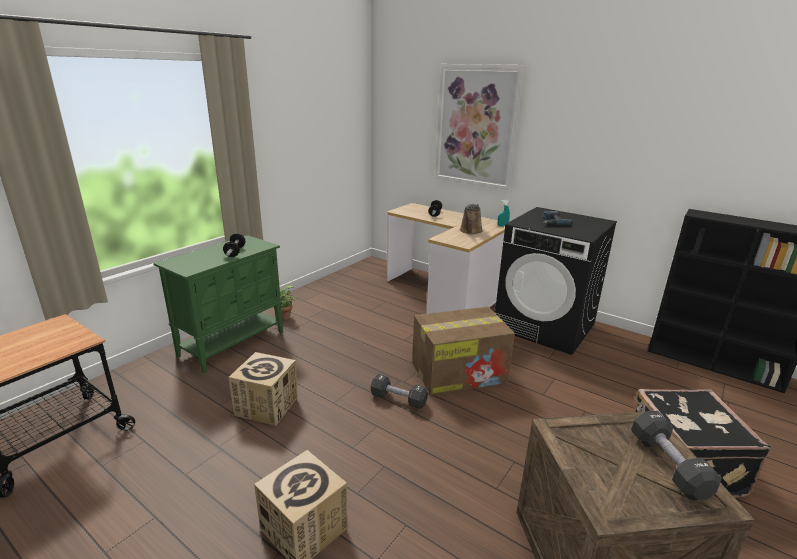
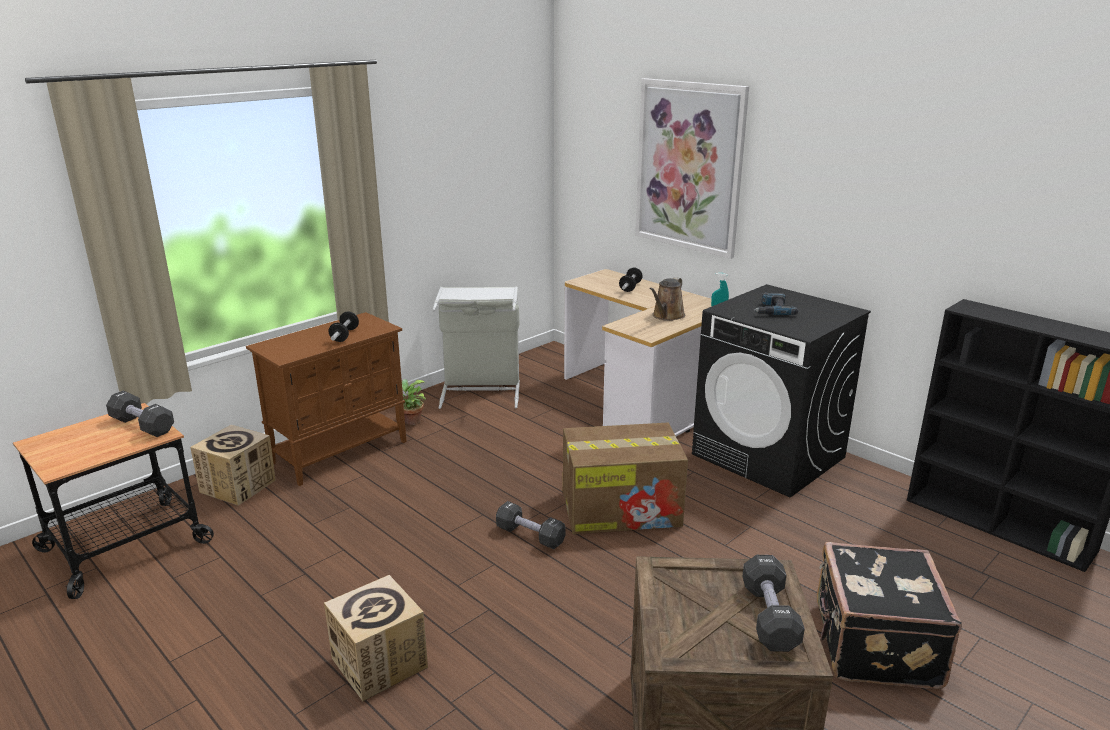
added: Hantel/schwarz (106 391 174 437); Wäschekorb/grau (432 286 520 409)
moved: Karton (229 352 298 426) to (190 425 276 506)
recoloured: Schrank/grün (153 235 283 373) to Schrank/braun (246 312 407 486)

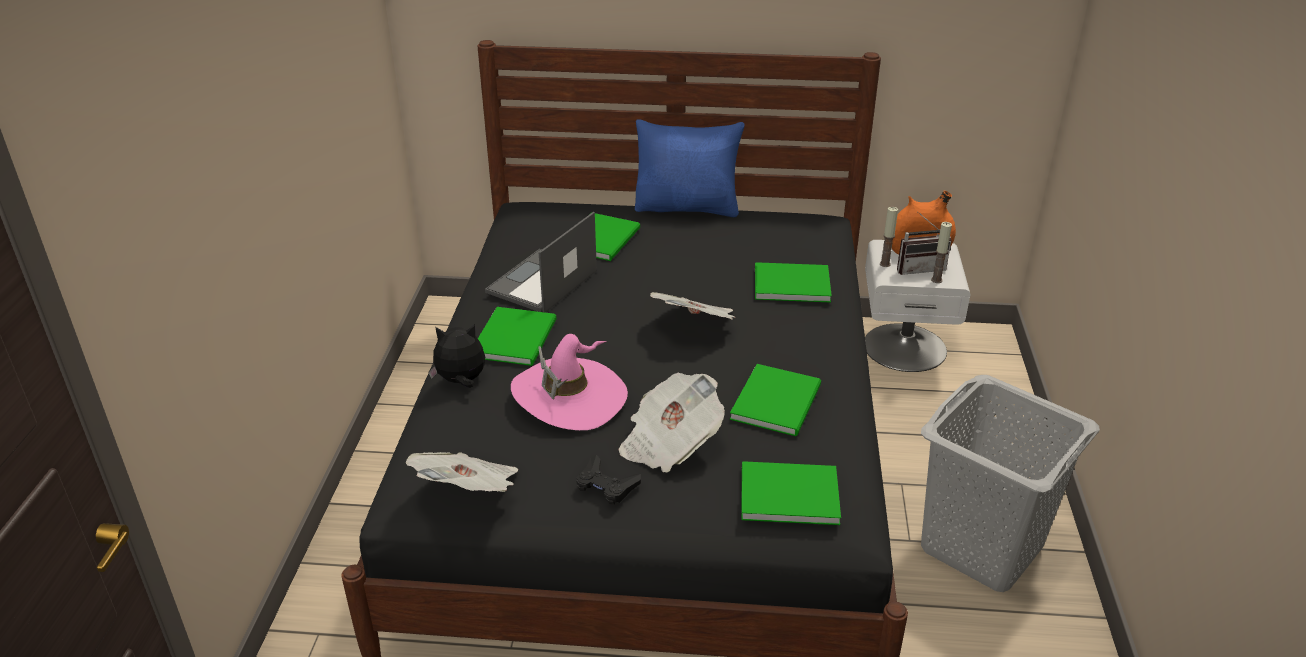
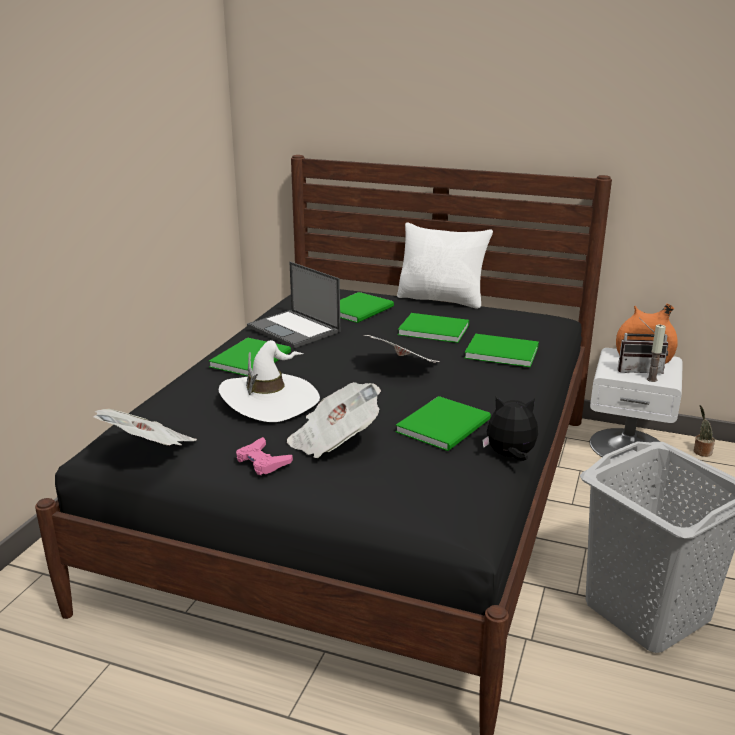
removed: Kerze (880 207 898 267)
added: Topfpflanze (694 405 715 457)
moved: Plüschtier (429 324 485 388) to (482 396 538 461); Buch/grün (741 461 841 525) to (398 313 469 343)
recoloured: Hut/rosa (511 334 628 430) to Hut/weiß (219 340 320 422); Gamepad/schwarz (576 455 641 505) to Gamepad/rosa (236 437 293 475); Kissen/blau (635 119 745 217) to Kissen/weiß (397 223 493 309)
turned: Laptop (485 212 597 312) = (247 262 340 348) 90 degrees counterclockwise

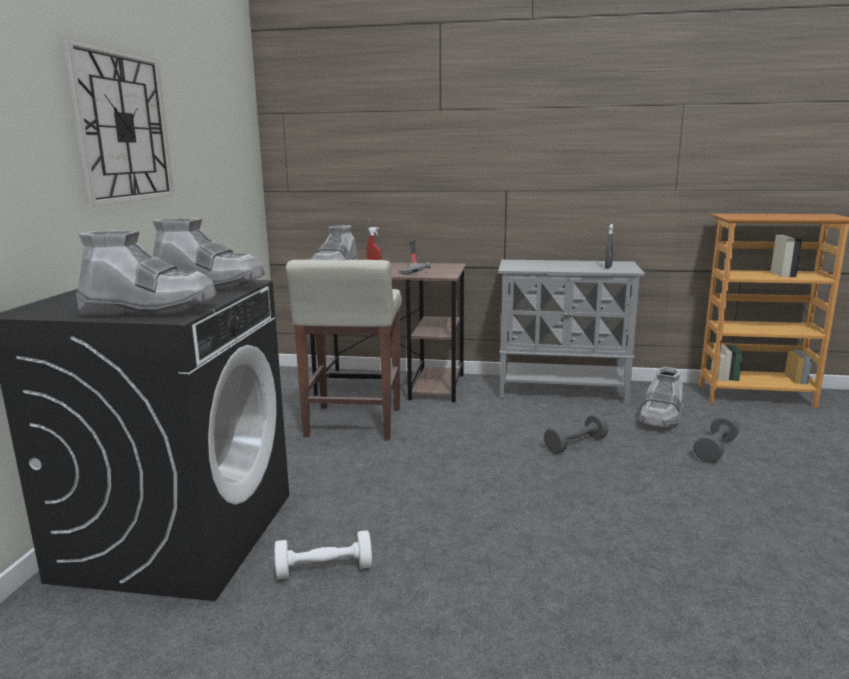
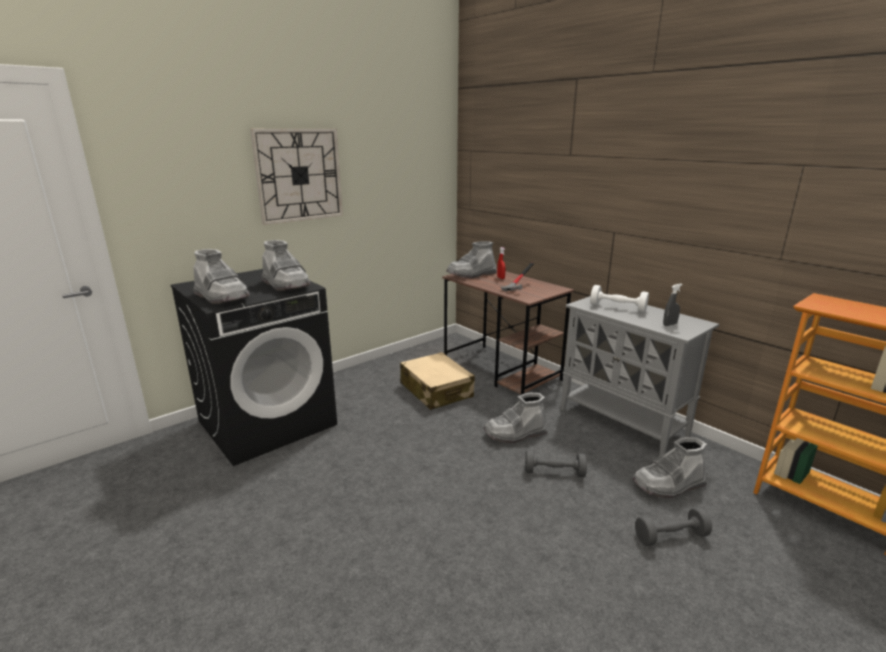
added: Stiefel/grau (484 392 548 443)
moved: Hantel/weiß (275 530 372 579) to (590 285 649 313)
replaced: Hocker/beige (286 260 402 440) to Koffer/beige (400 352 475 410)

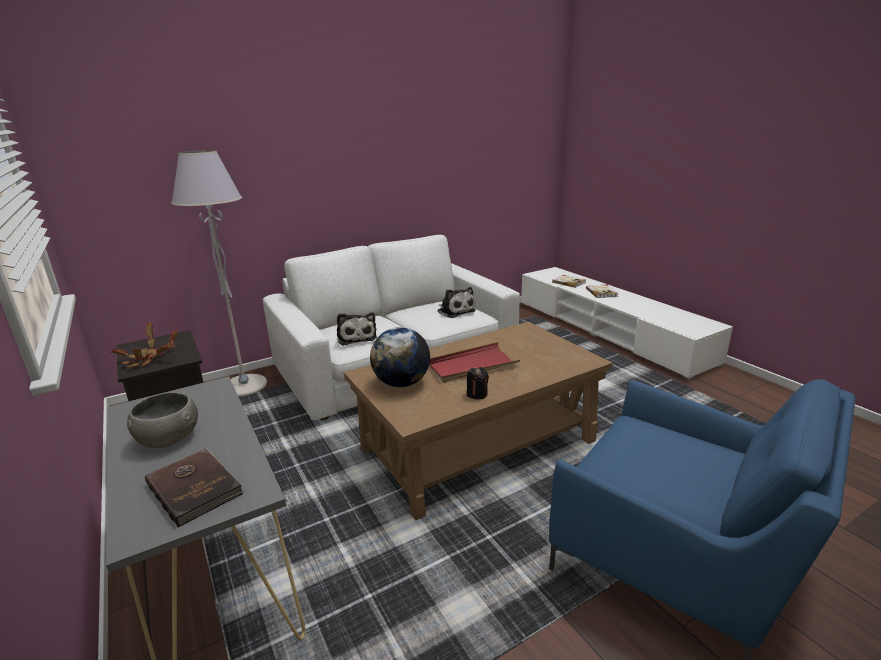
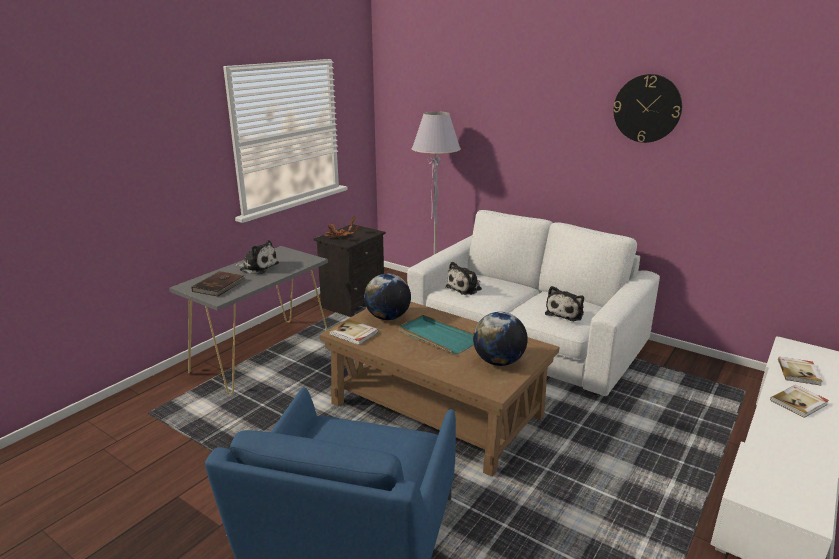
removed: Kerze/schwarz (467 367 489 400)
added: Buch (329 319 379 345); Globus (473 312 528 366); Wanduhr (613 74 682 143)
replaced: Schüssel/grau (127 392 198 448) to Plüschtier (235 240 279 274)
recoloured: Tablett/rot (429 342 520 383) to Tablett/türkis (399 315 474 354)

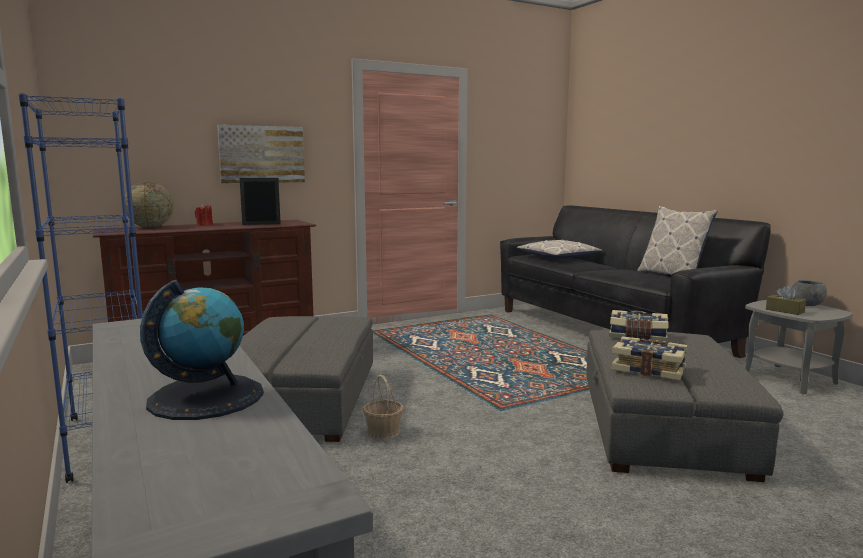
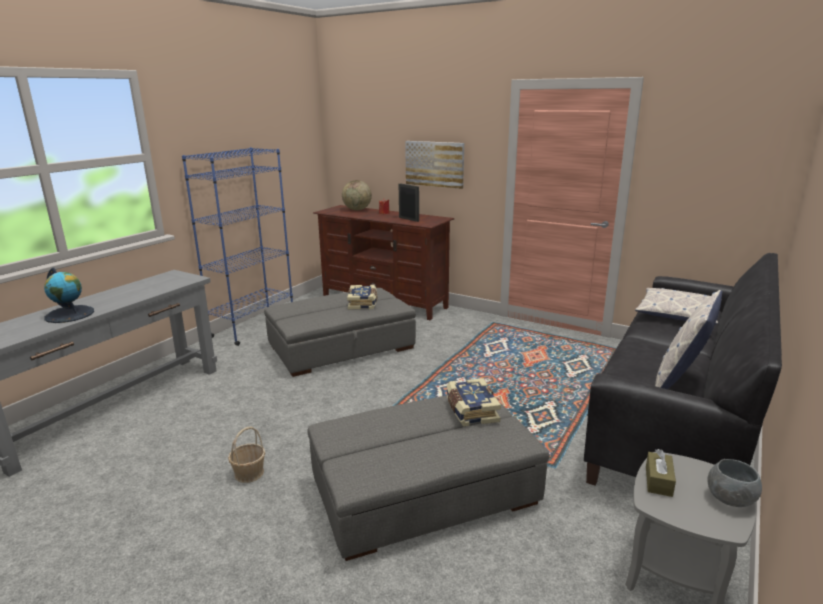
moved: Korb (363 375 404 439) to (228 427 265 483); Buch (611 336 688 380) to (347 285 377 310)

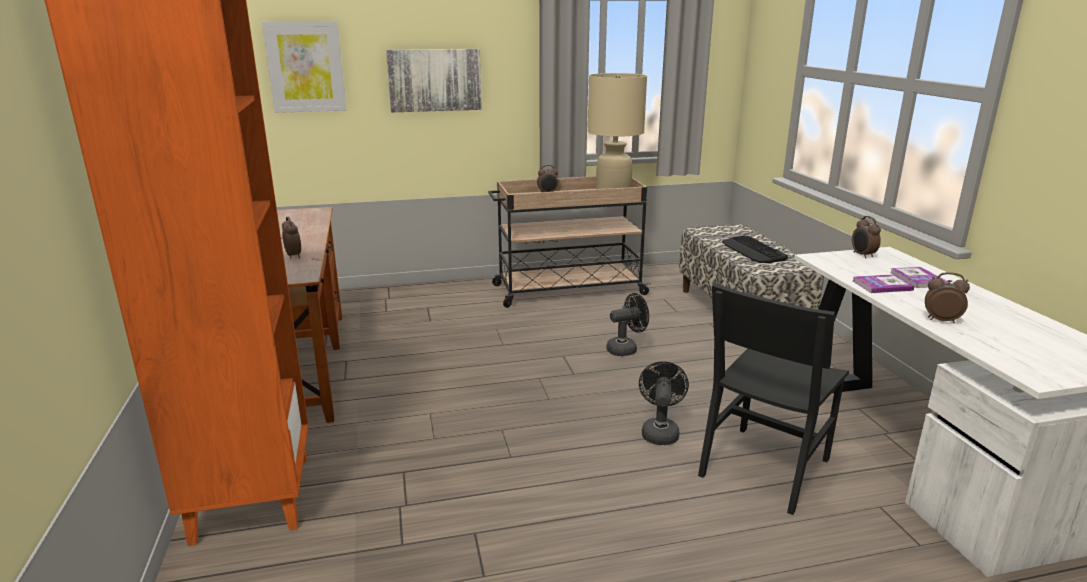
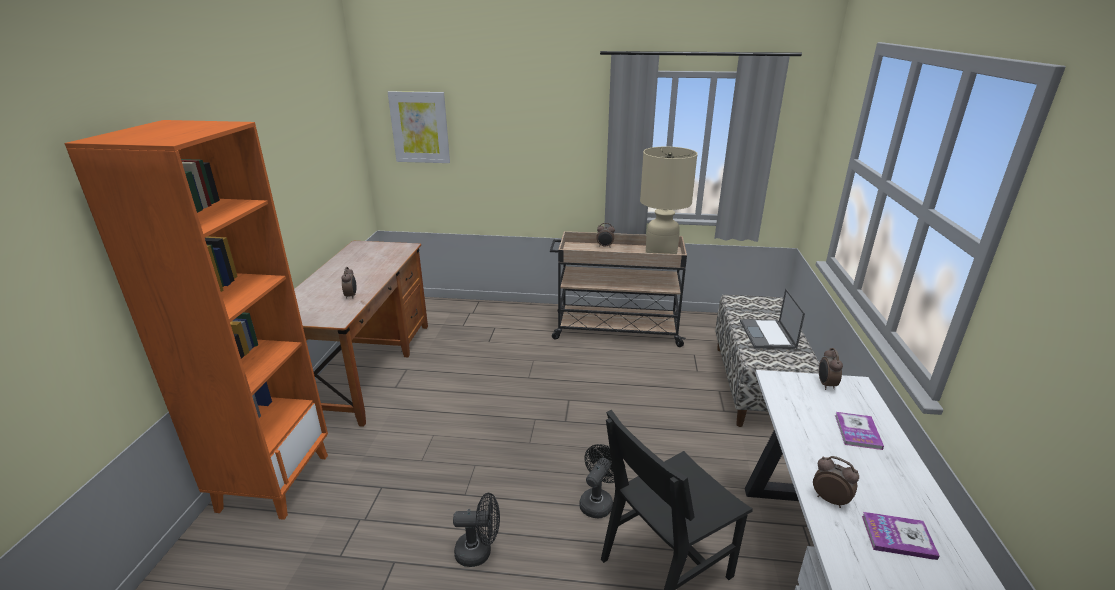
removed: Bild (386 49 482 112)
moved: Ventilator/schwarz (606 293 649 356) to (453 493 500 567); Buch (853 274 915 293) to (862 512 940 560)
replaced: Tastatur (722 236 788 263) to Laptop (740 288 805 349)

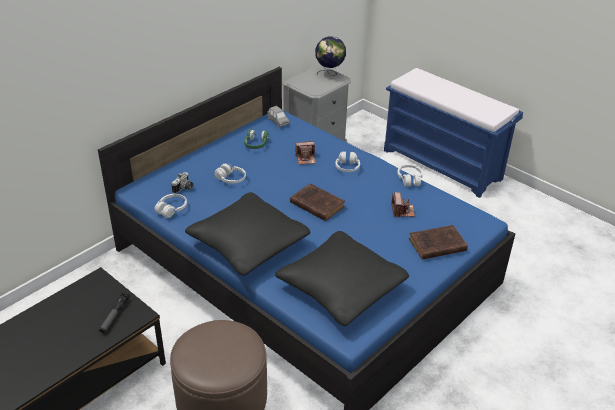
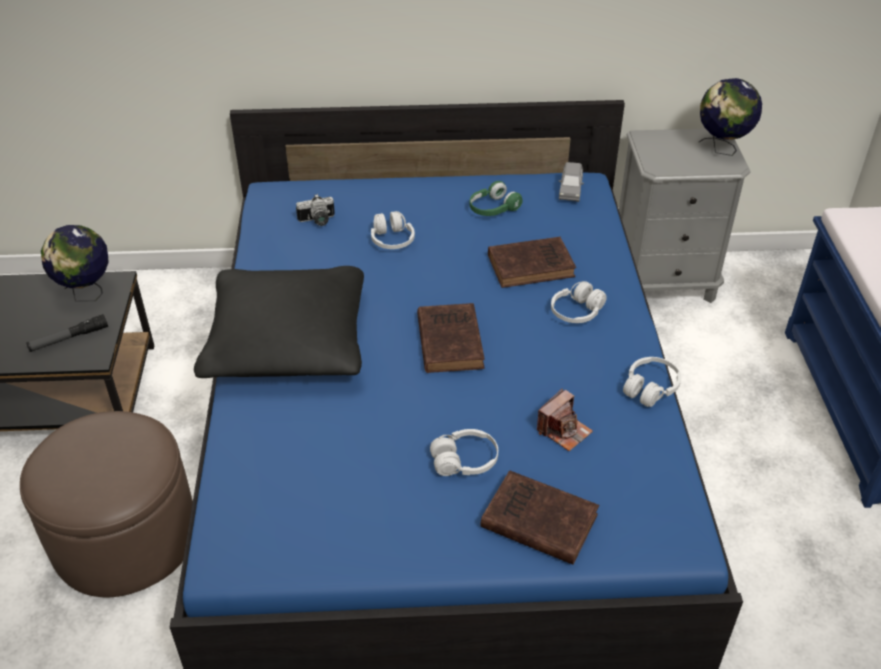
removed: Kissen/schwarz (275 231 409 326)
added: Globus (41 225 109 301)
moved: Kopfhörer/weiß (155 194 187 218) to (430 429 498 476)
replaced: Kamera (295 141 316 164) to Buch/braun (488 237 576 288)

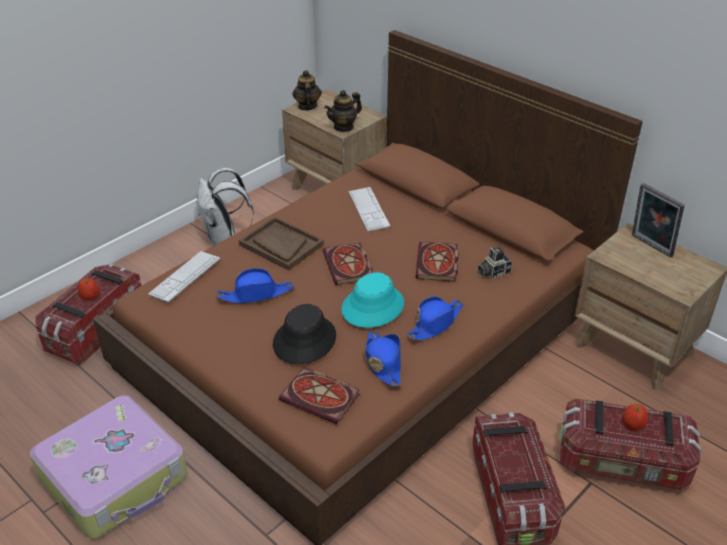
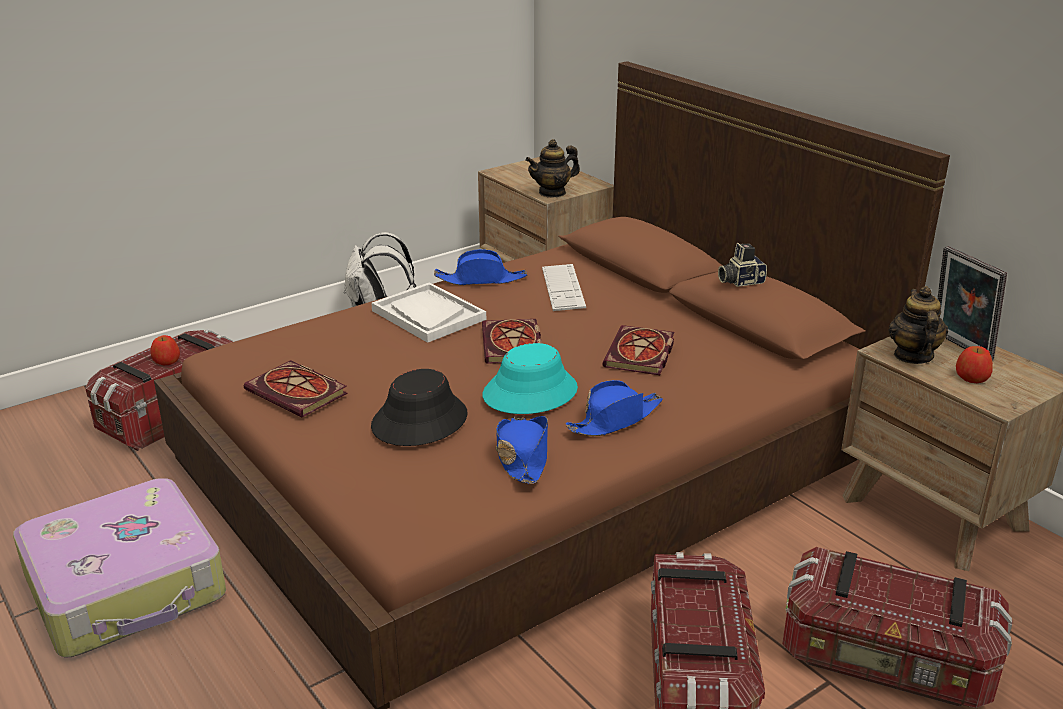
removed: Tastatur (148 251 220 302)
moved: Hut/blau (216 268 294 304) to (434 249 527 285); Buch (279 367 360 424) to (244 360 348 418); Teekanne (292 70 322 111) to (889 286 948 364); Kamera (477 247 512 279) to (718 243 767 287); Apfel (623 404 648 430) to (956 346 993 383)
recoloured: Tablett/braun (239 216 324 271) to Tablett/weiß (371 282 486 343)

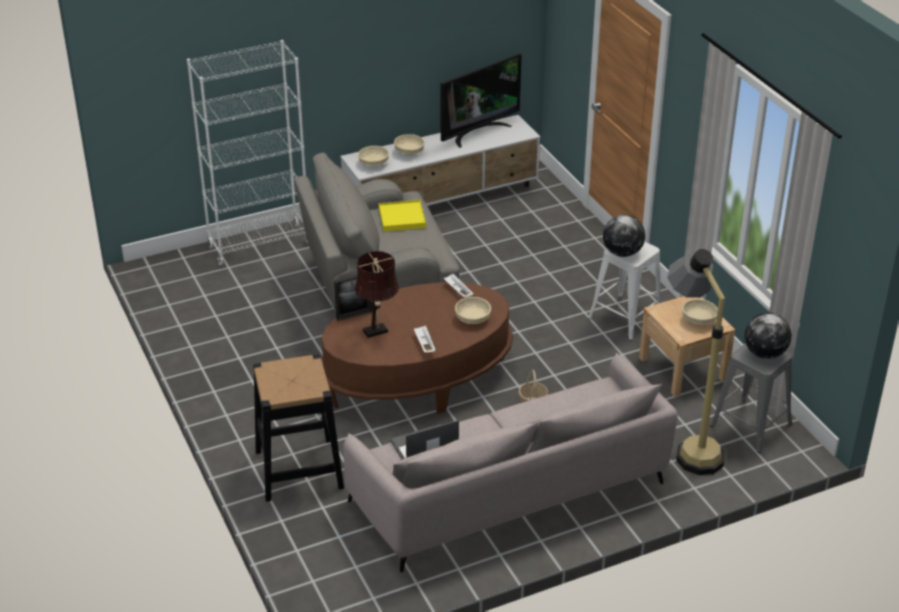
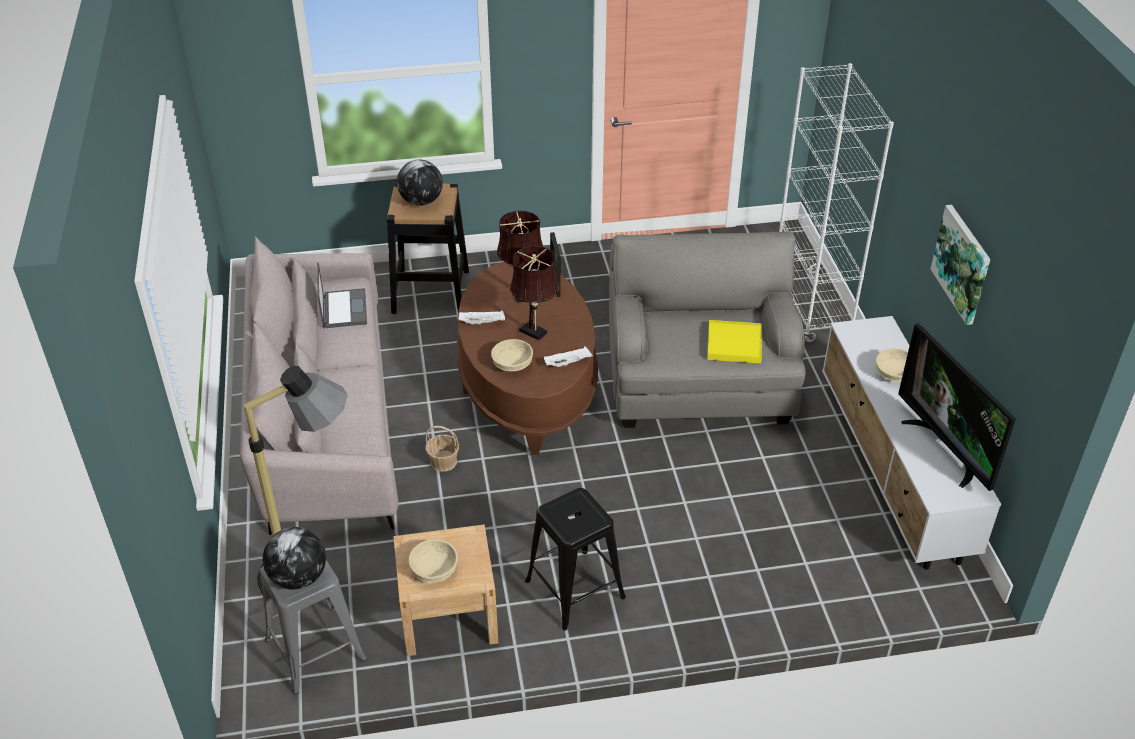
removed: Schüssel/beige (358 146 389 167)
added: Tischlampe/braun (510 246 559 341); Bild (930 205 990 325)
moved: Globus (603 215 645 257) to (397 159 443 206)
recoloured: Hocker/weiß (588 242 661 341) to Hocker/schwarz (525 488 626 631)

